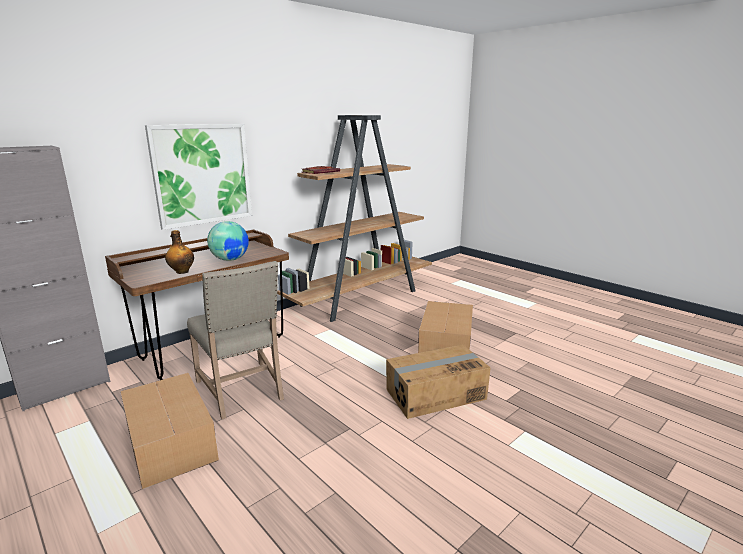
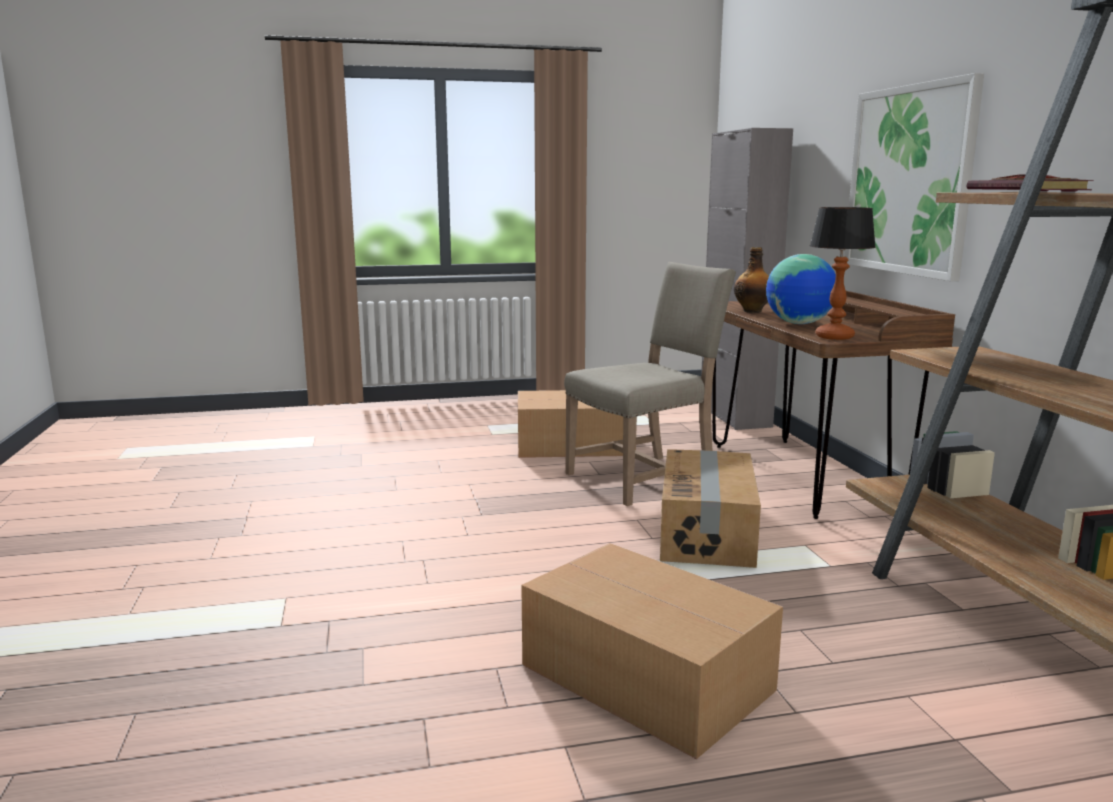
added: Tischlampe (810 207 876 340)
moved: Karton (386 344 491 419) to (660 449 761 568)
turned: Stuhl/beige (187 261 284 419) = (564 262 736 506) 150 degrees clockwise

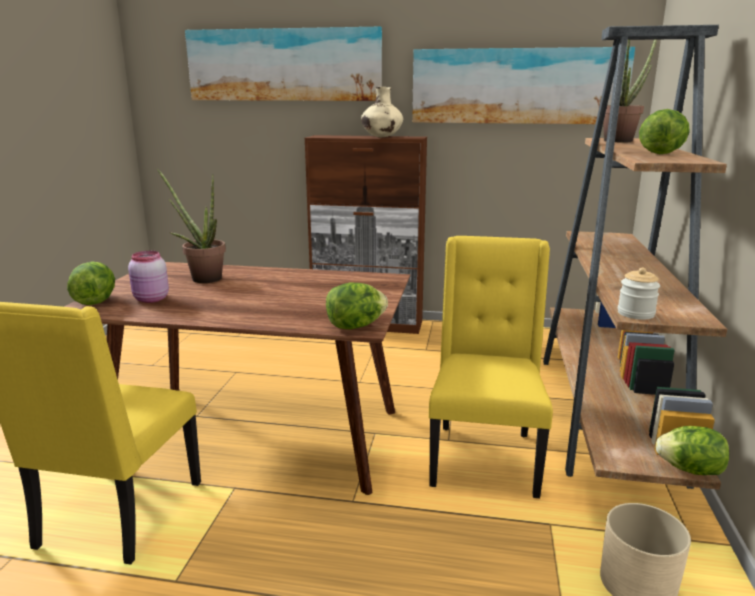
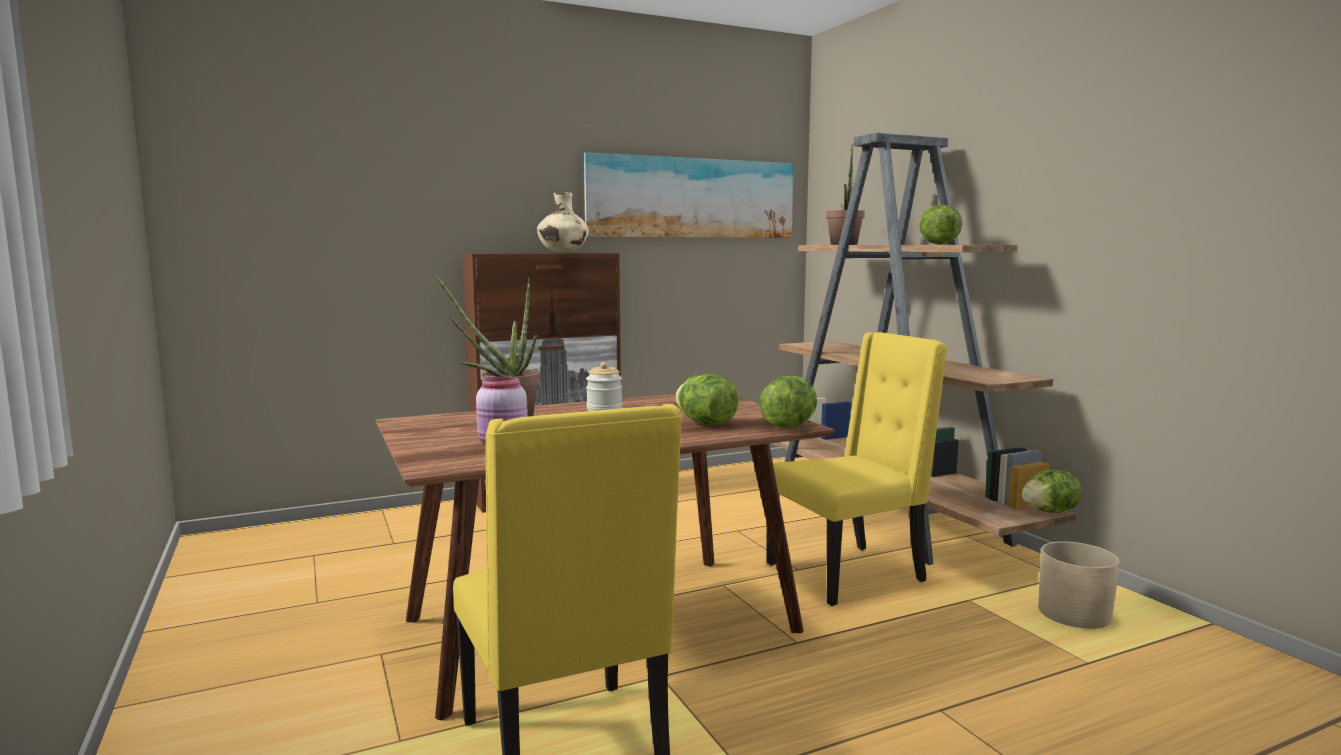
removed: Bild (185 27 382 101)
moved: Salatkopf (67 261 115 305) to (675 374 739 425); Vorratsglas (618 267 660 320) to (586 362 622 411)
turned: Stuhl/gelb (429 236 553 498) = (766 332 947 606) 90 degrees clockwise

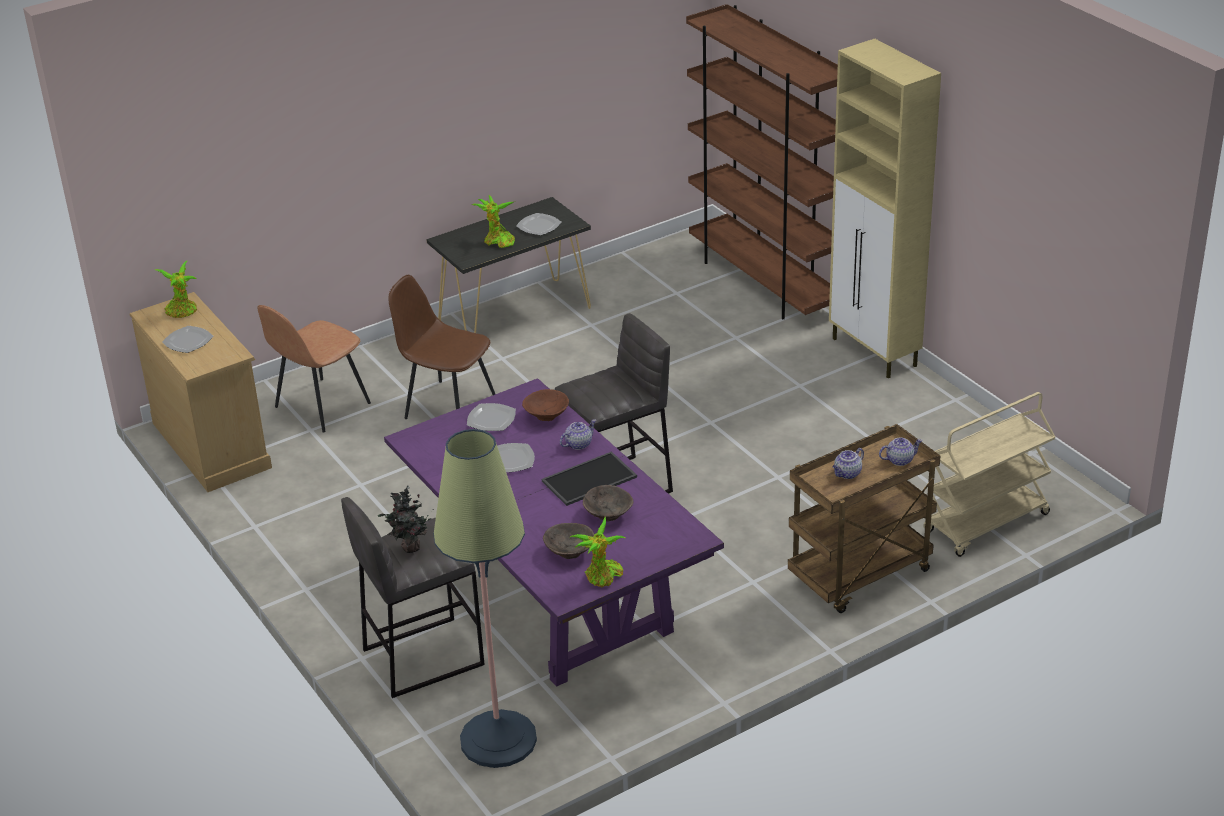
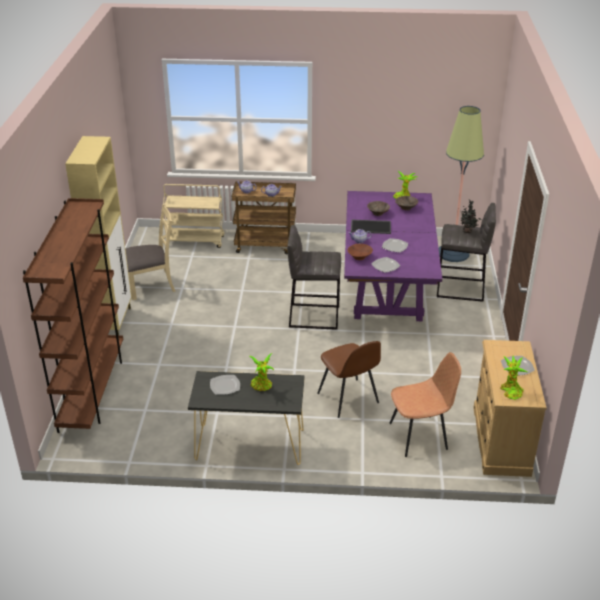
added: Stuhl/beige (125 204 176 300)

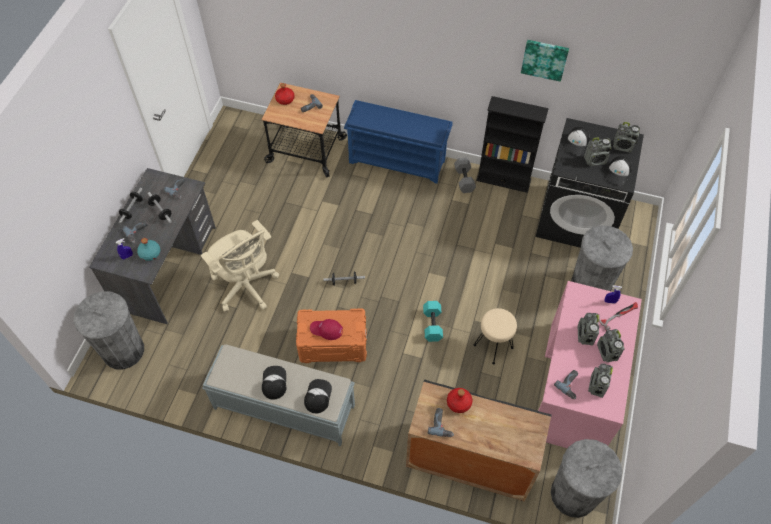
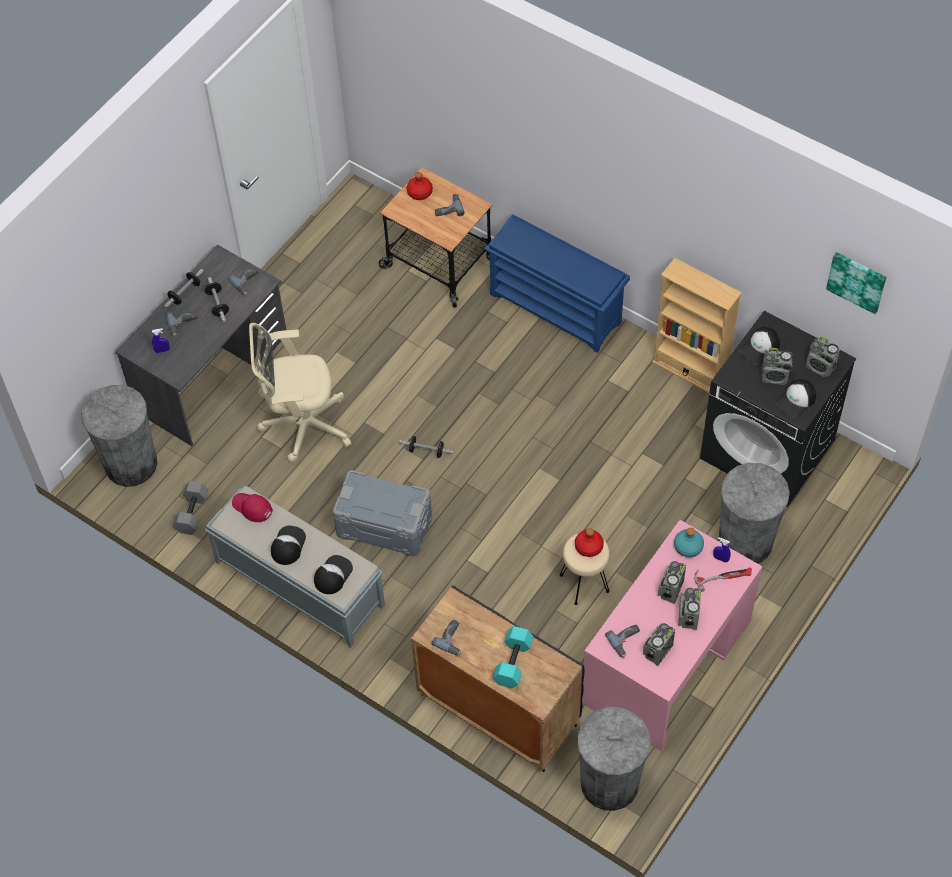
moved: Flasche/türkis (137 238 160 261) to (674 528 704 557); Kappe/rot (310 319 343 340) to (232 493 273 522); Hantel/türkis (423 301 443 342) to (493 626 534 688); Flasche/rot (447 388 473 413) to (575 528 604 557); Hantel/grau (454 157 476 193) to (173 481 208 535); Bild (521 40 569 82) to (826 252 886 314)
recoloured: Aufbewahrungsbox/orange (296 309 367 363) to Aufbewahrungsbox/grau (333 470 432 556); Bücherregal/schwarz (477 96 549 193) to Bücherregal/beige (652 258 742 393)
turned: Bürostuhl/beige (201 220 279 312) = (249 323 351 463) 105 degrees clockwise

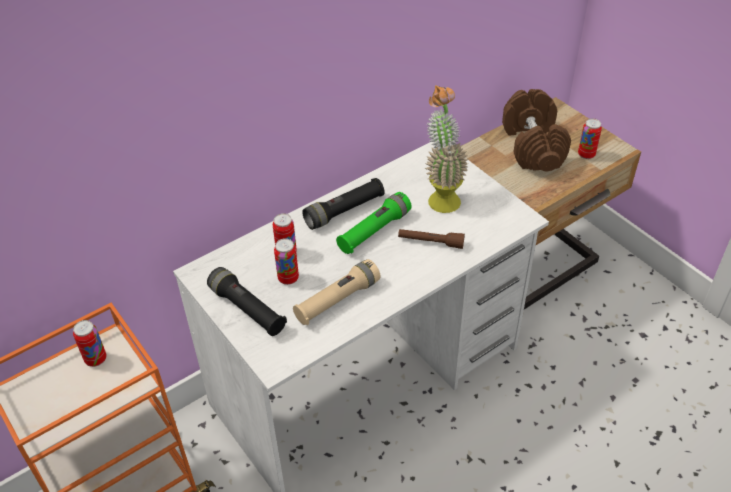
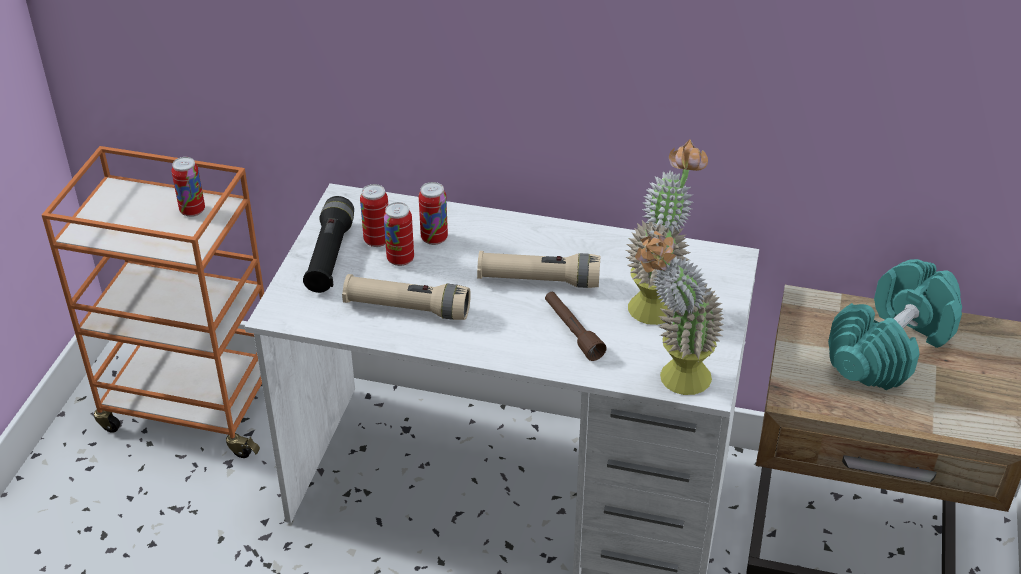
removed: Taschenlampe/schwarz (302 178 385 230)
added: Topfpflanze (635 231 724 395)
moved: Dose (578 118 602 159) to (360 184 388 247)
recoloured: Taschenlampe/grün (336 192 412 254) to Taschenlampe/beige (477 251 600 288); Hantel/braun (502 89 571 171) to Hantel/türkis (828 259 962 390)

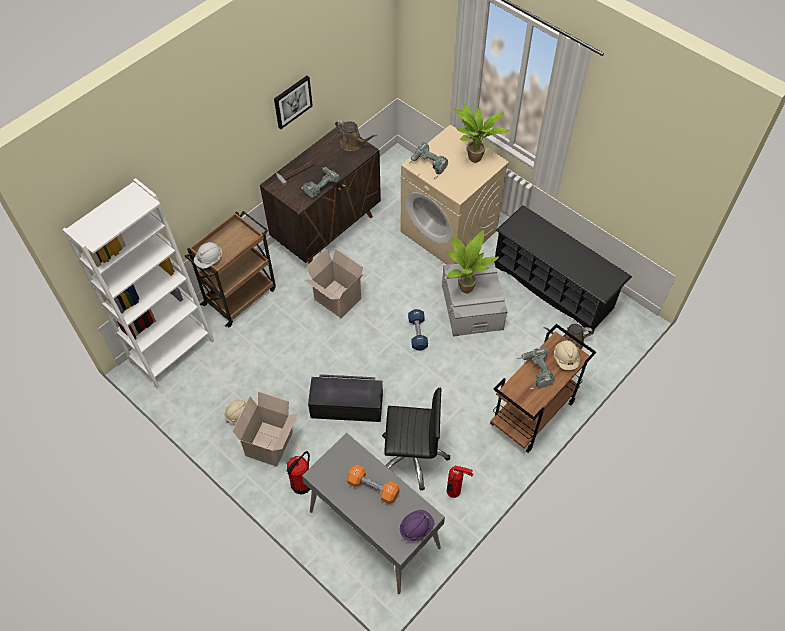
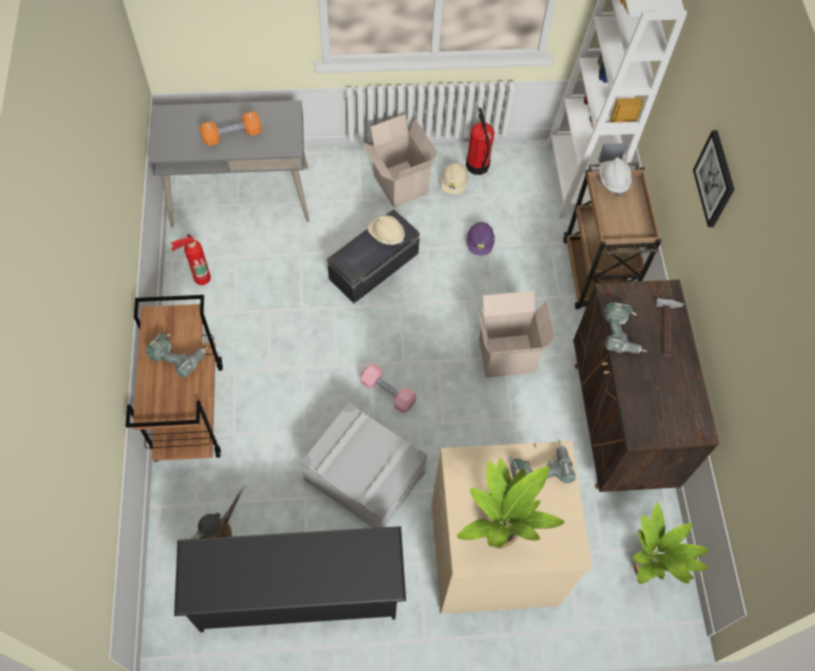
removed: Gießkanne/braun (335 120 377 151); Bürostuhl/schwarz (382 387 450 491)
moved: Bild (274 76 313 129) to (693 130 735 227); Feuerlöscher (287 451 310 495) to (466 108 495 175); Schutzhelm/lila (400 510 434 541) to (467 222 495 255); Topfpflanze (447 230 499 294) to (633 503 709 584); Schutzhelm/beige (554 341 580 370) to (368 215 405 245)
recoloured: Hantel/blau (408 309 428 351) to Hantel/rosa (360 363 416 413)

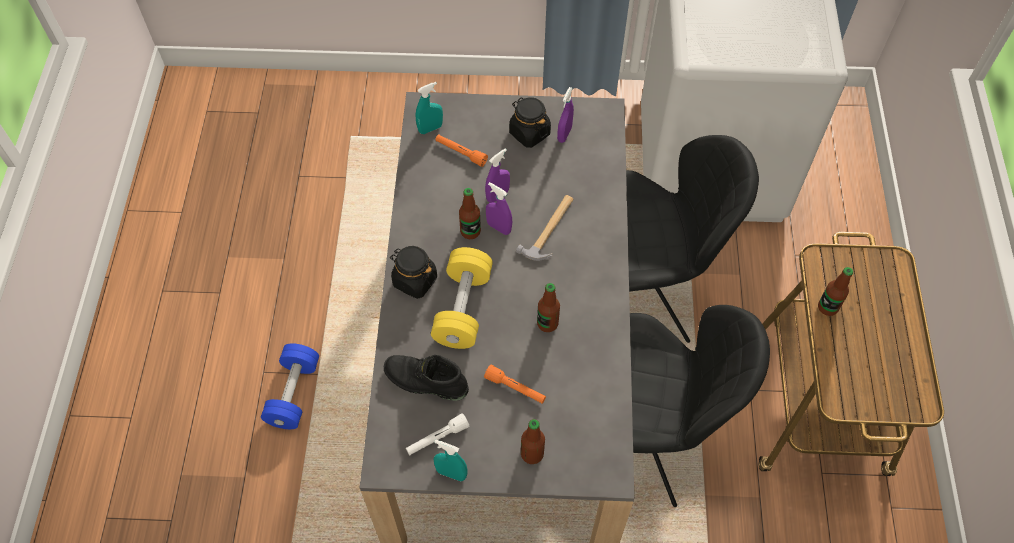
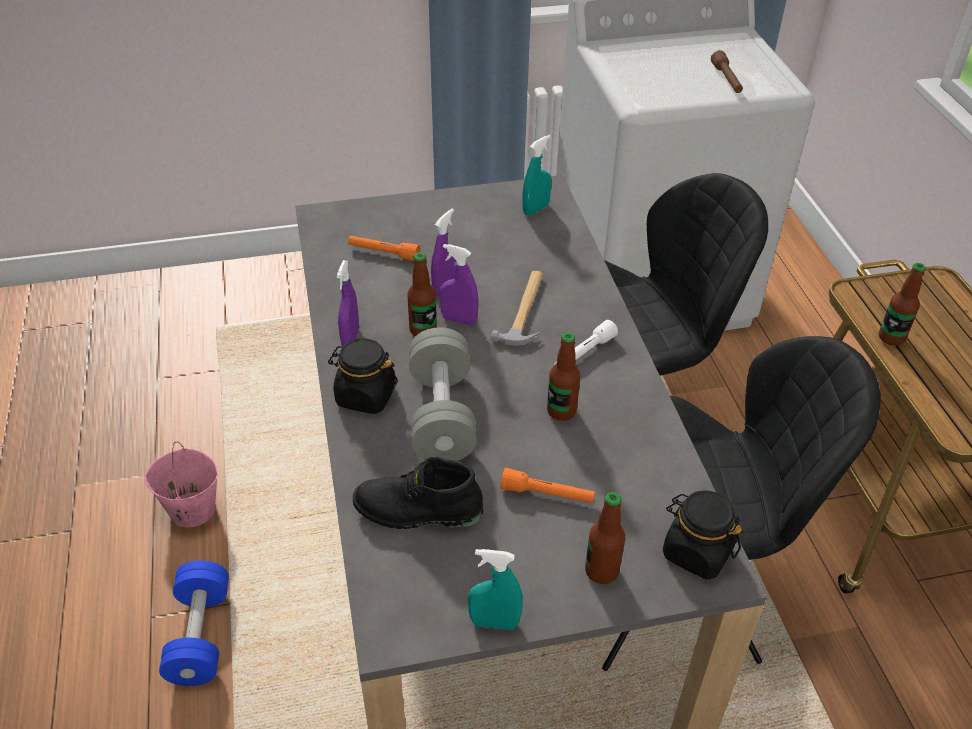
added: Eimer/rosa (144 441 218 527); Taschenlampe/braun (711 50 743 93)
moved: Taschenlampe/weiß (406 413 469 455) to (554 320 618 365); Sprühflasche/türkis (416 82 443 134) to (522 135 551 215); Vorratsglas/schwarz (509 97 551 148) to (663 490 743 580); Sprühflasche/lila (557 87 574 143) to (337 260 359 346)
recoloured: Hantel/gelb (431 247 493 349) to Hantel/grau (409 327 477 461)

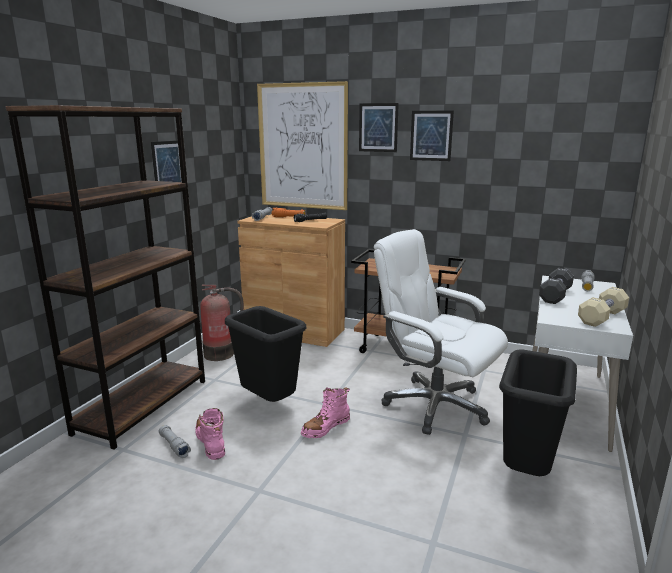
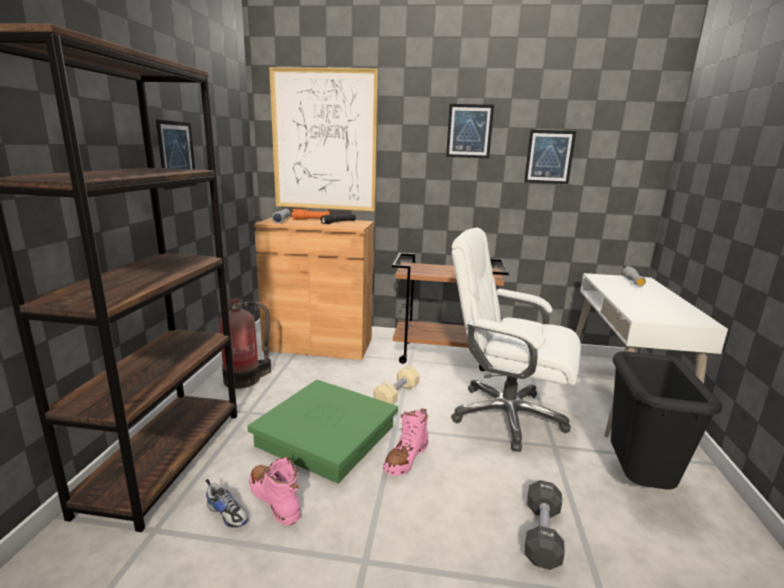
moved: Bild (359 103 399 152) to (524 130 576 184); Hantel/schwarz (539 268 574 304) to (525 480 565 570); Hantel/beige (578 287 629 327) to (374 365 420 404)
replaced: Taschenlampe/grau (159 425 191 458) to Schuh (206 479 248 528); Mülleimer/schwarz (225 306 306 402) to Aufbewahrungsbox/grün (247 380 398 483)

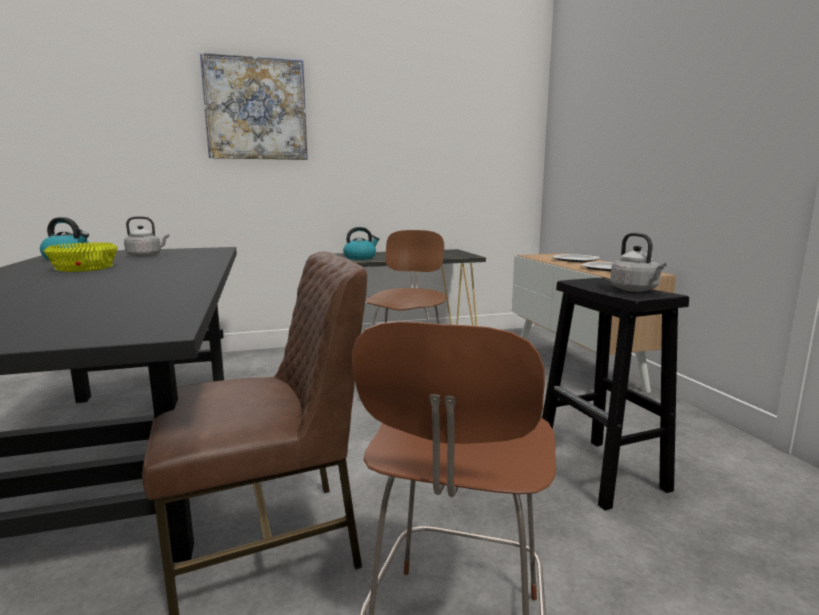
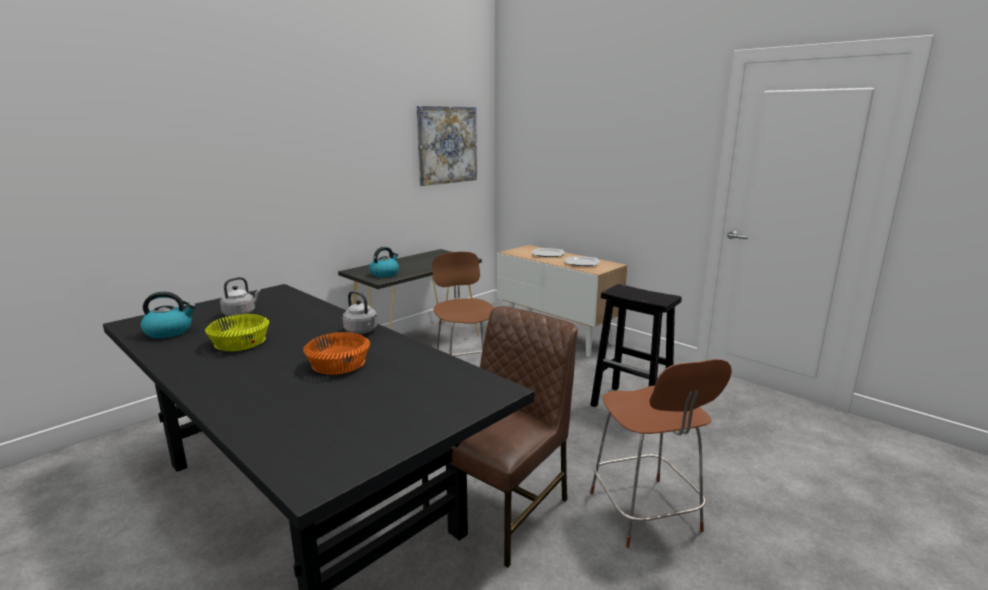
added: Schüssel/orange (303 332 370 375)
moved: Bild (200 53 308 160) to (417 106 477 186); Wasserkessel/grau (610 233 667 292) to (343 291 378 334)

